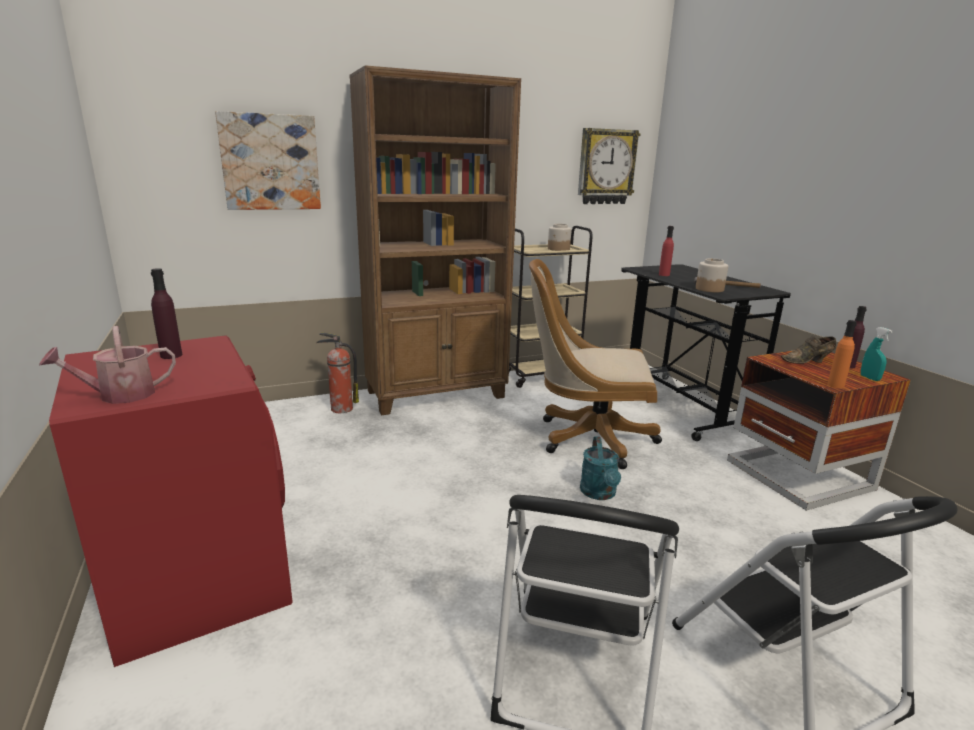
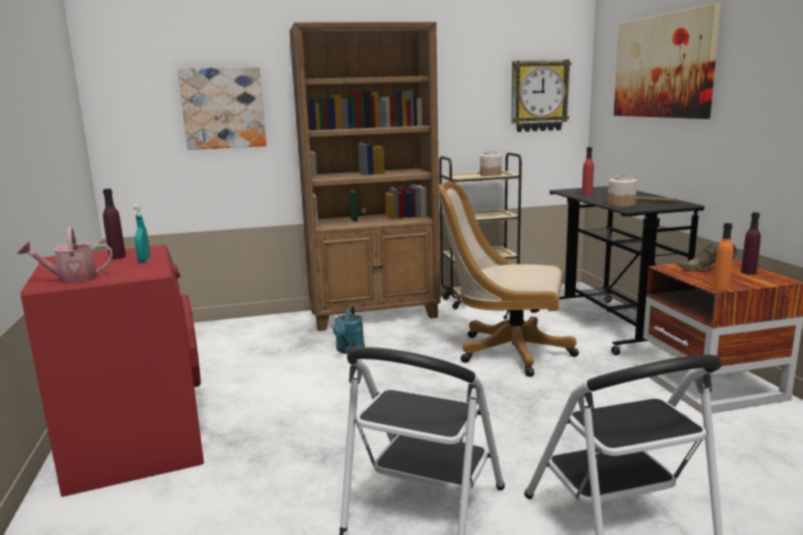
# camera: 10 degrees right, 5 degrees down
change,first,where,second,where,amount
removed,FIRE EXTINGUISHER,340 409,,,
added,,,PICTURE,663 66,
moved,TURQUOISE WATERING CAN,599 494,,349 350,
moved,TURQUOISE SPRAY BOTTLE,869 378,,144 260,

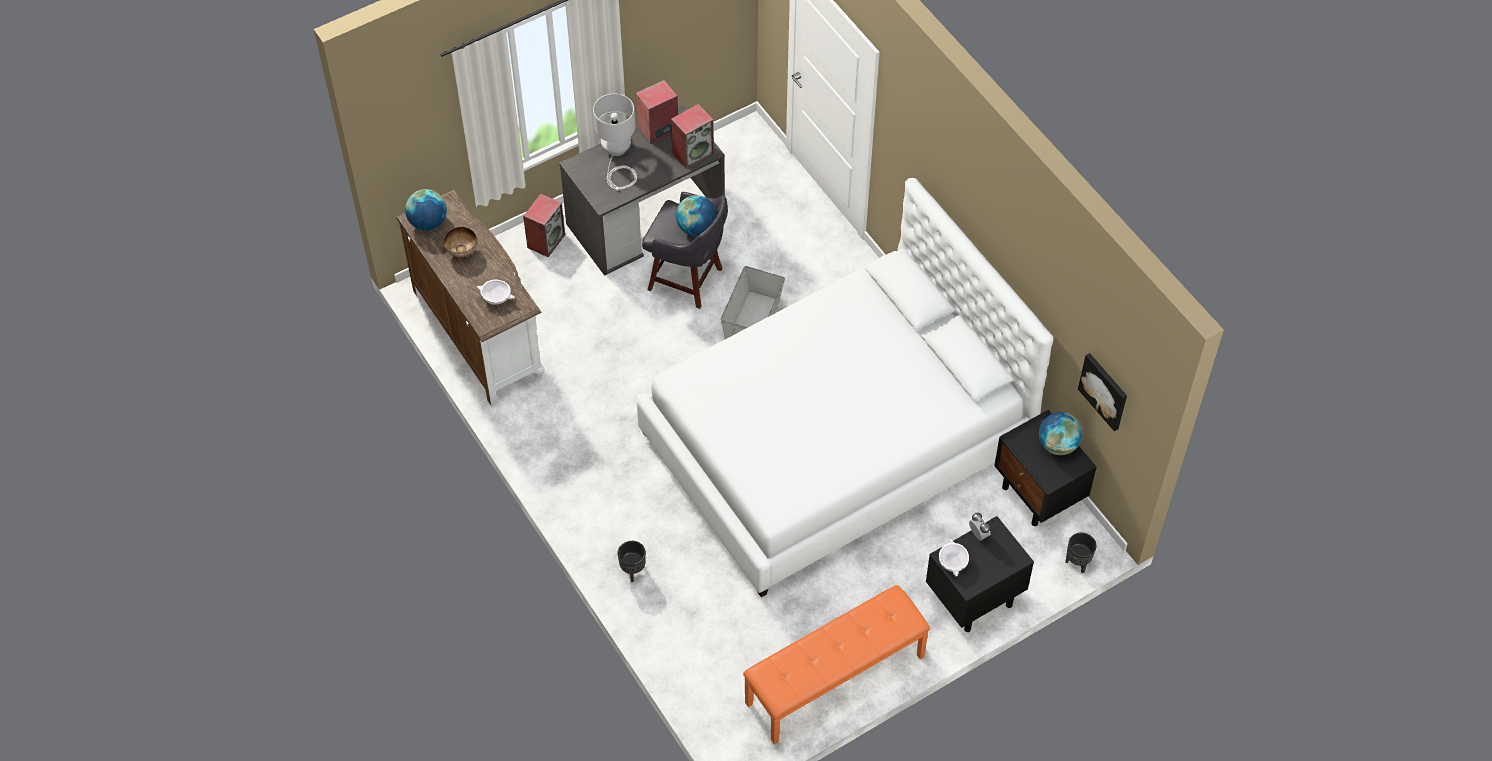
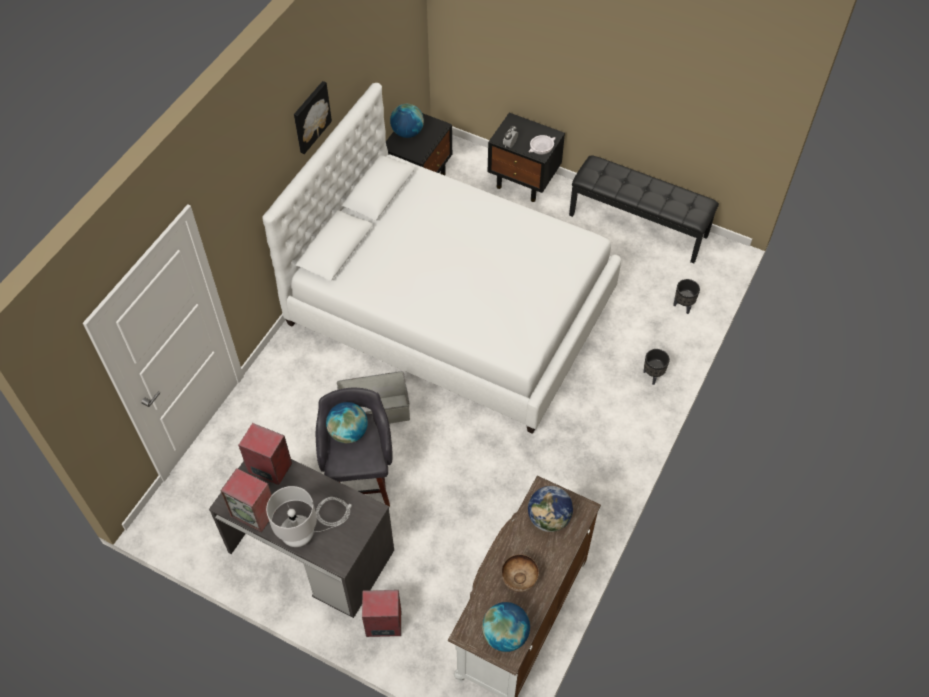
# camera: 120 degrees left, 0 degrees up
change,first,where,second,where,amount
moved,BLACK PLANTER,1077 563,,683 306,
moved,PICTURE,1104 390,,310 116,
replaced,WHITE BOWL,496 297,GLOBE,549 518,
recoloured,ORANGE BENCH,835 680,BLACK BENCH,638 225,

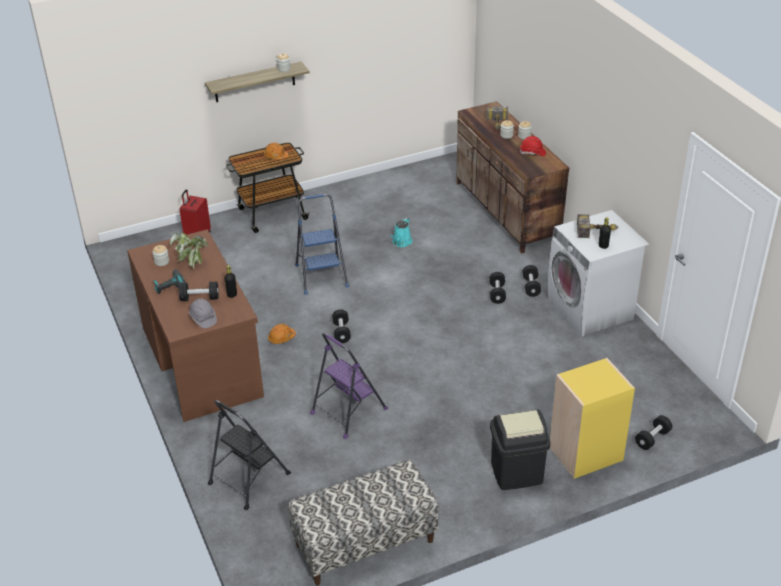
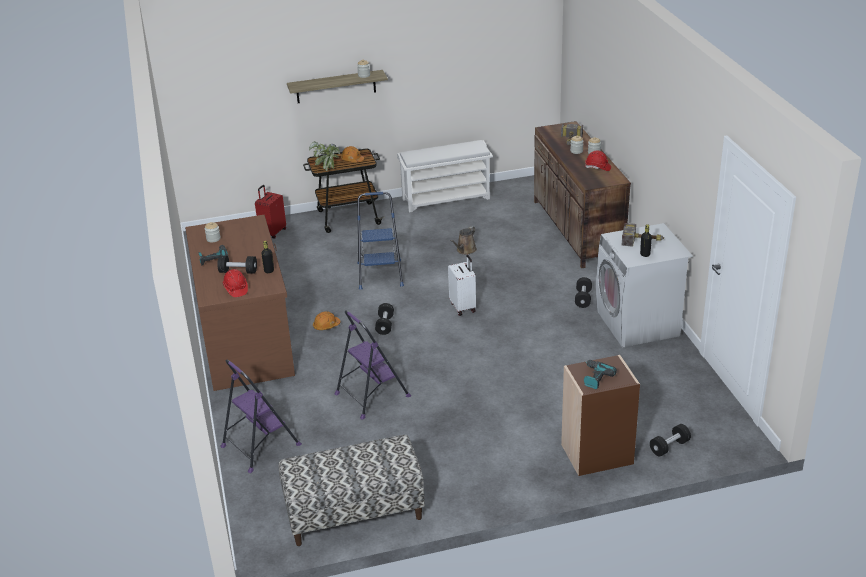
# camera: 10 degrees right, 5 degrees down
change,first,where,second,where,amount
removed,BLACK DUMBBELL,497 293,,,
removed,BLACK TRASH CAN,516 473,,,
added,,,WHITE SHOE RACK,446 198,
added,,,WHITE SUITCASE,463 307,
added,,,POWER DRILL,595 377,
moved,POTTED PLANT,192 260,,327 167,
recoloured,GREY HARD HAT,203 318,RED HARD HAT,235 289,
recoloured,BLACK STEP LADDER,247 479,PURPLE STEP LADDER,258 446,
recoloured,TURQUOISE WATERING CAN,401 242,BROWN WATERING CAN,465 250,
recoloured,YELLOW BOOKCASE,585 454,BROWN BOOKCASE,596 455,

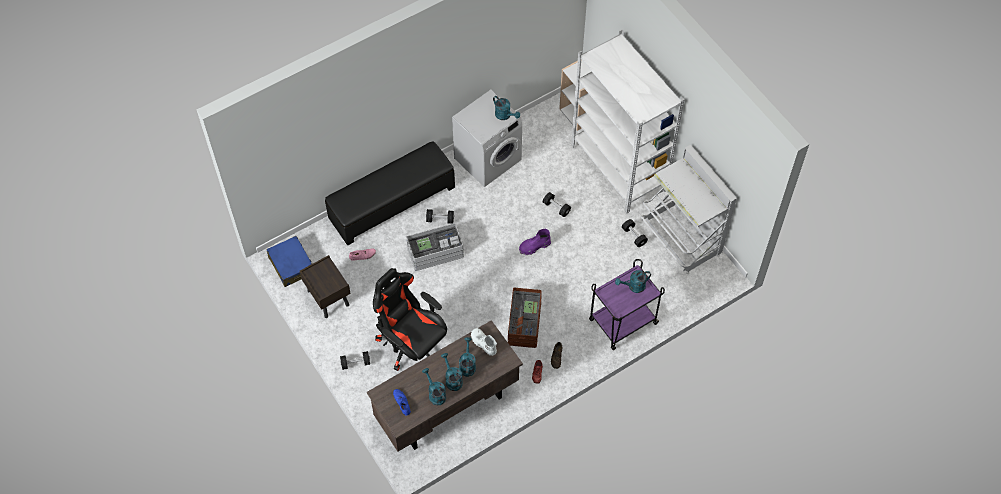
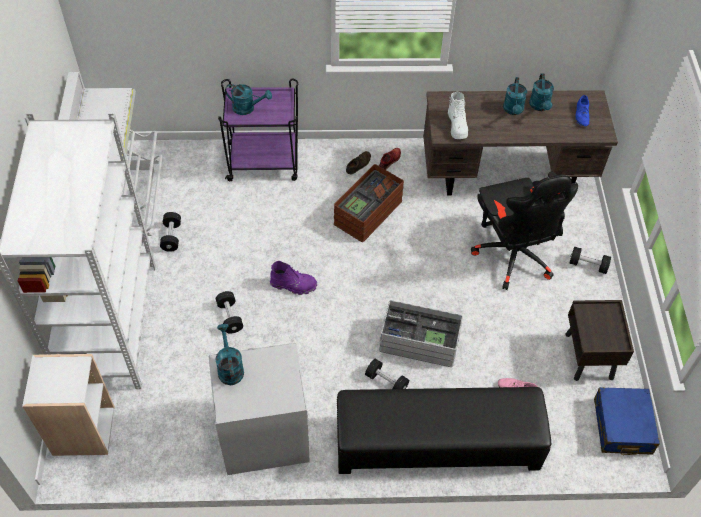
# camera: 150 degrees left, 5 degrees down
change,first,where,second,where,amount
removed,TURQUOISE WATERING CAN,467 365,,,

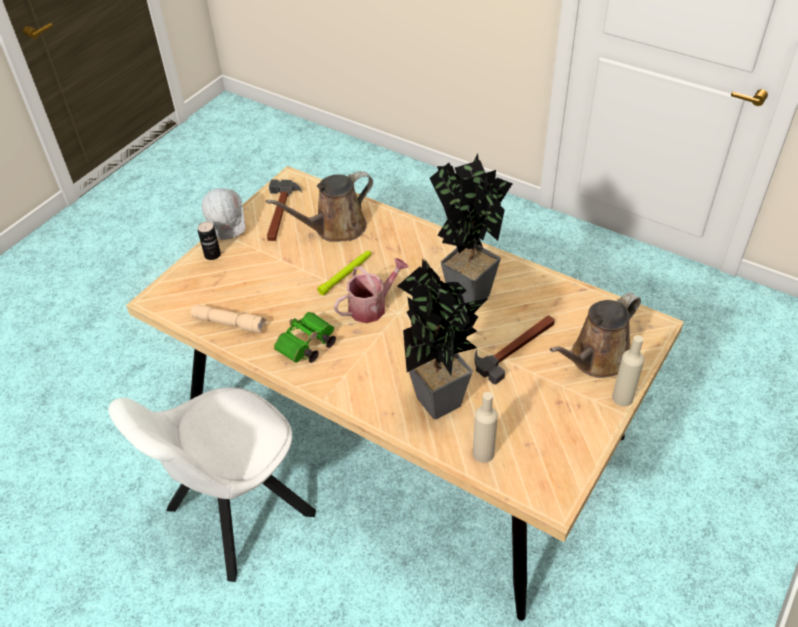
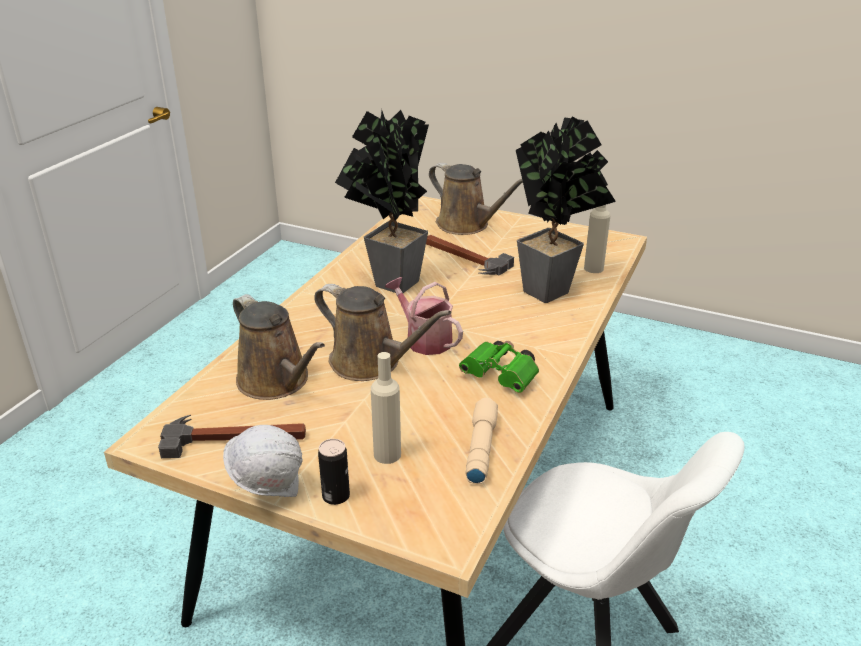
# camera: 100 degrees left, 15 degrees down
change,first,where,second,where,amount
moved,BEIGE BOTTLE,622 398,,387 454,
replaced,GREEN FLASHLIGHT,346 274,BROWN WATERING CAN,370 363,

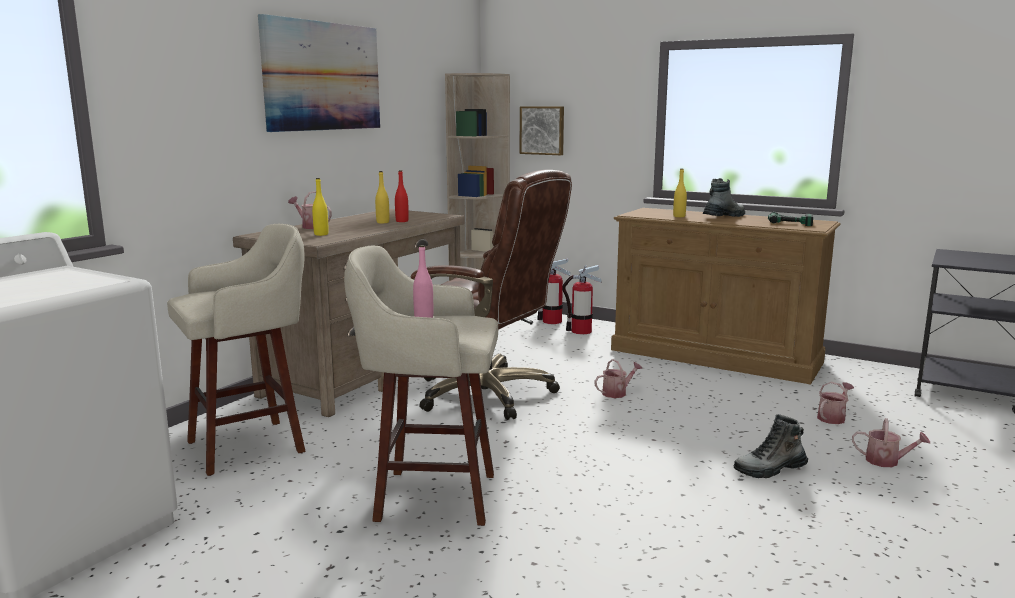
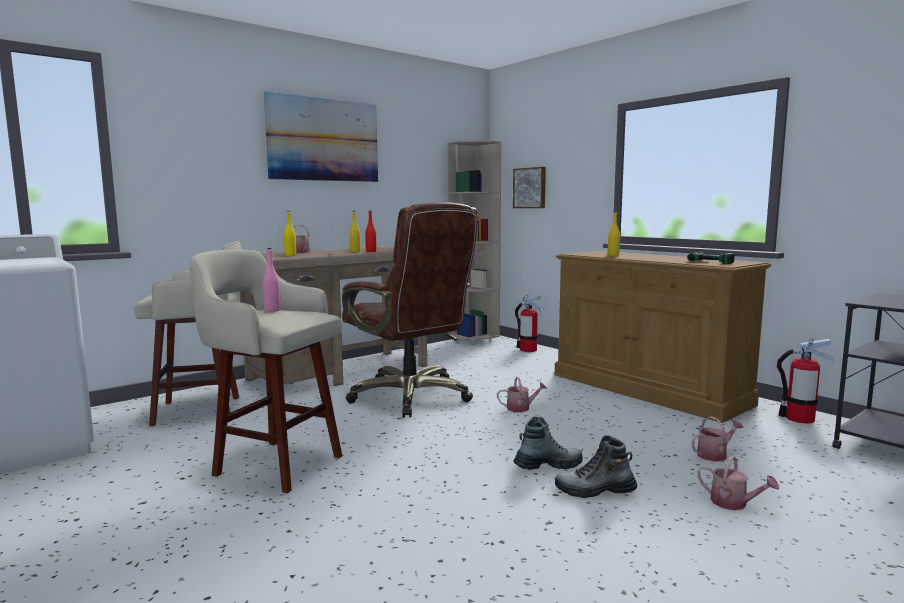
# camera: 20 degrees right, 5 degrees down
change,first,where,second,where,amount
moved,FIRE EXTINGUISHER,581 331,,799 419,
moved,BOOT,723 217,,548 466,

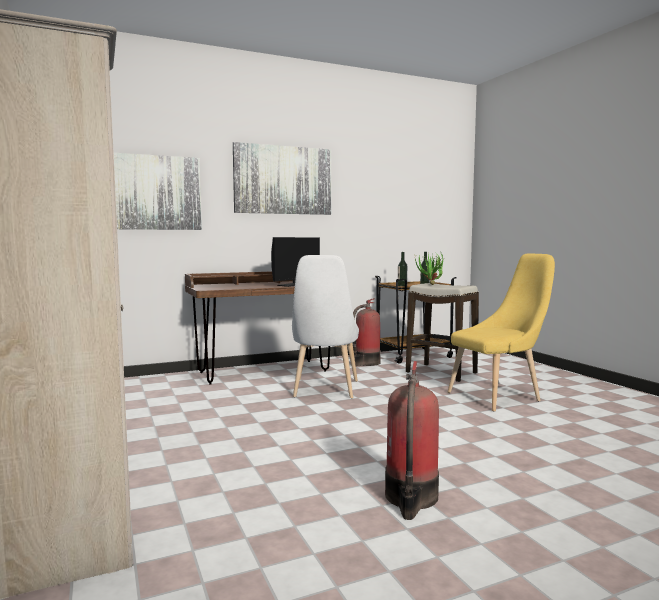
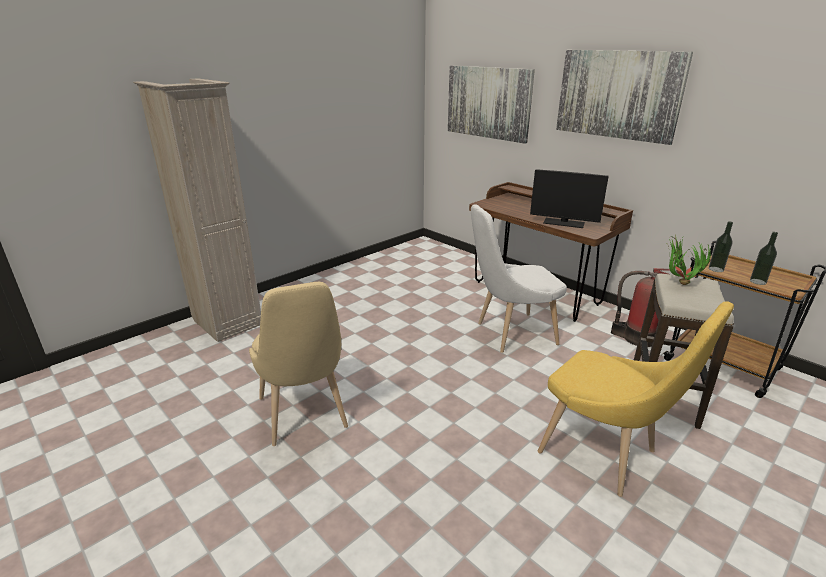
# camera: 70 degrees right, 20 degrees up
change,first,where,second,where,amount
replaced,FIRE EXTINGUISHER,411 498,BEIGE CHAIR,305 416,

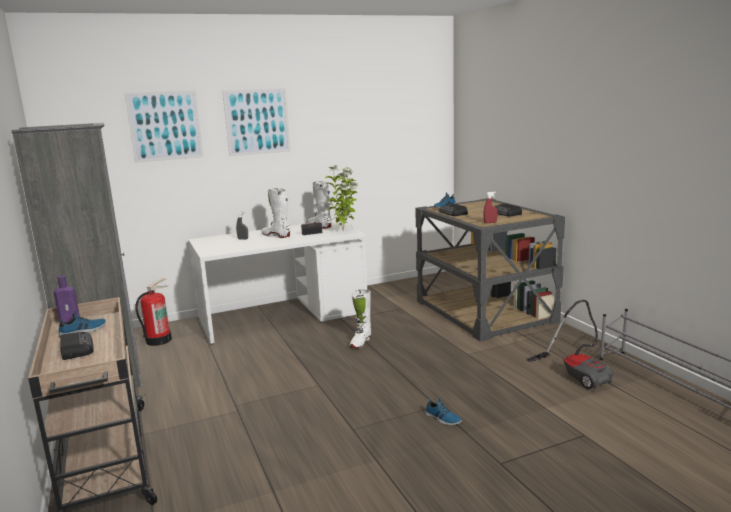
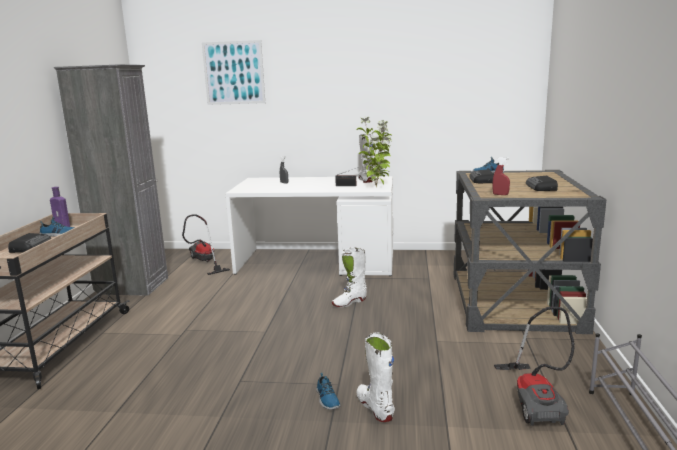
# camera: 30 degrees right, 0 degrees up
change,first,where,second,where,amount
removed,PICTURE,257 122,,,
moved,WHITE BOOT,276 236,,375 408,
replaced,FIRE EXTINGUISHER,158 340,VACUUM CLEANER,204 262,

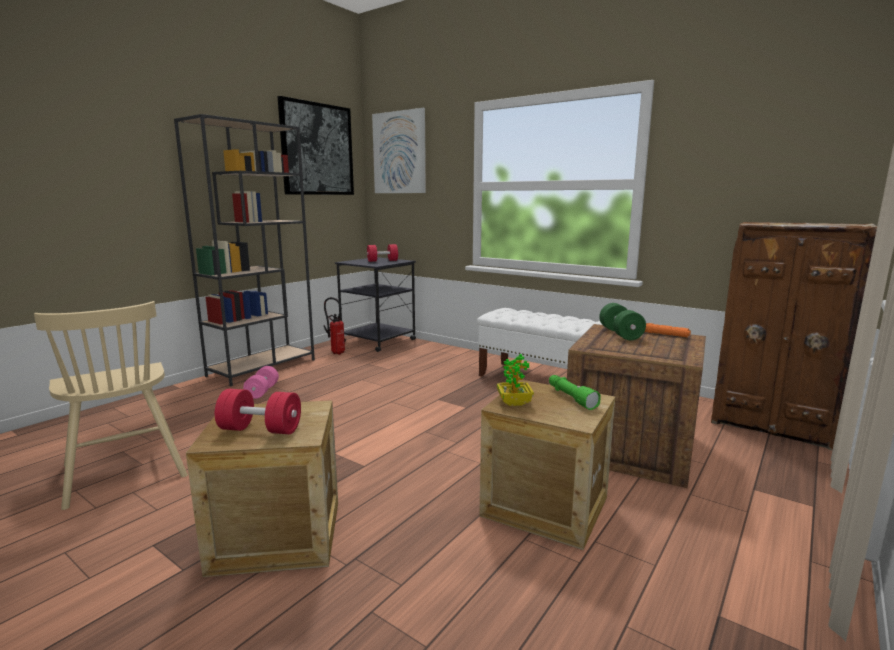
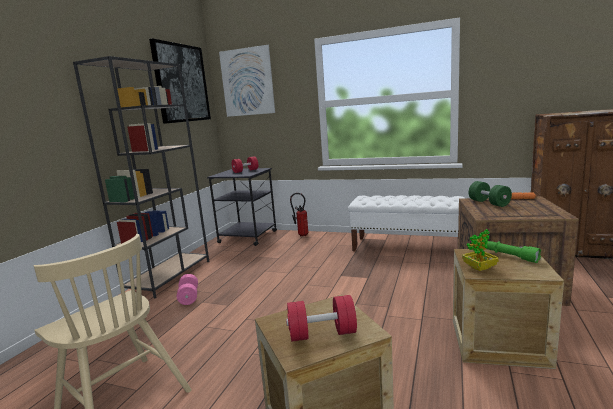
# camera: 15 degrees left, 0 degrees up
change,first,where,second,where,amount
moved,FIRE EXTINGUISHER,336 352,,301 235,

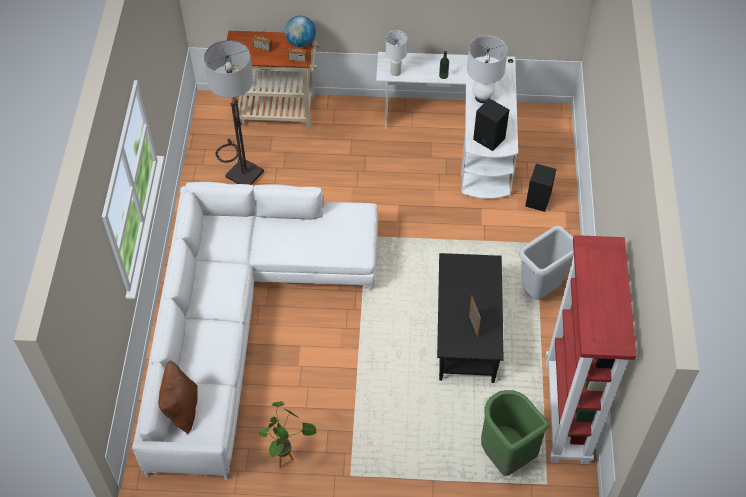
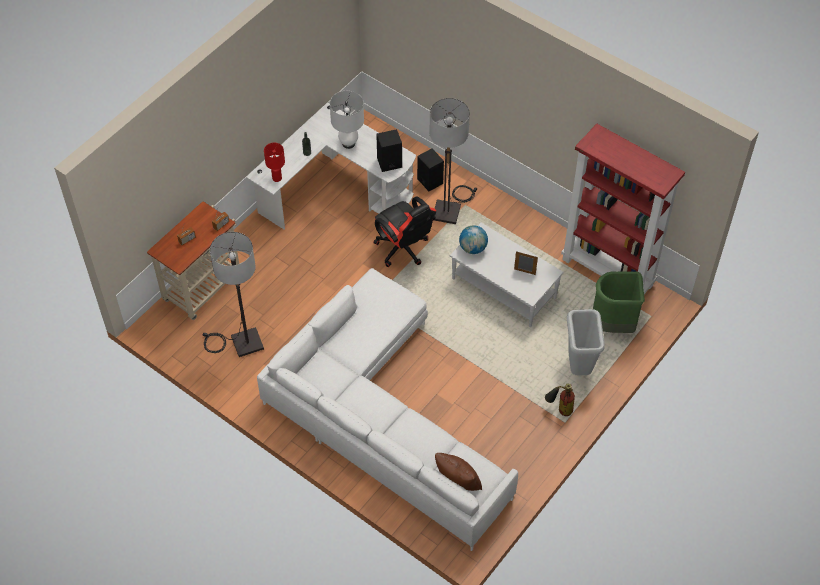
# camera: 55 degrees left, 0 degrees up
change,first,where,second,where,amount
removed,POTTED PLANT,287 456,,,
added,,,BLACK OFFICE CHAIR,404 251,
added,,,FLOOR LAMP,451 207,
added,,,FIRE EXTINGUISHER,559 409,
moved,GLOBE,301 42,,473 248,
moved,GREY TRASH CAN,540 292,,579 367,
recoloured,WHITE TABLE LAMP,396 72,RED TABLE LAMP,277 178,
recoloured,BLACK COFFEE TABLE,466 330,WHITE COFFEE TABLE,503 288,

